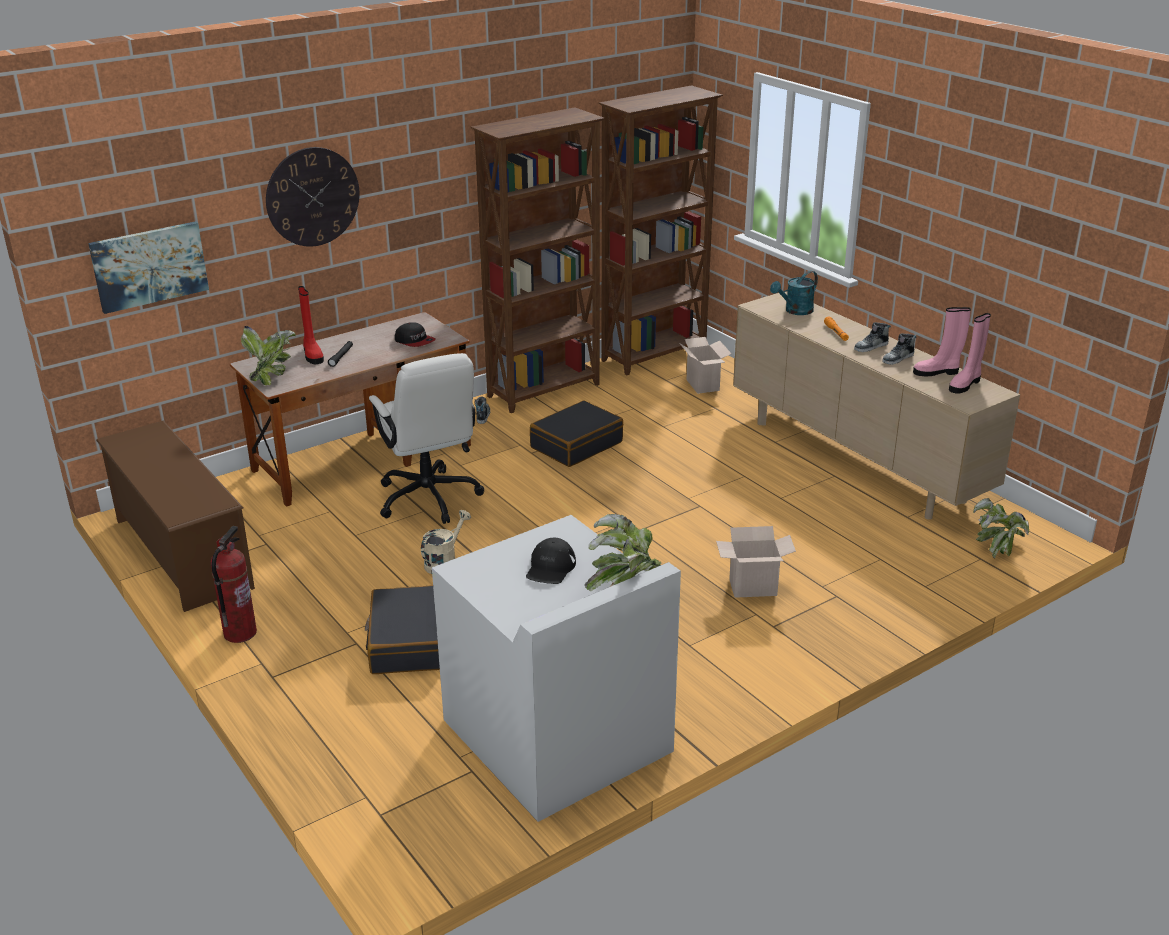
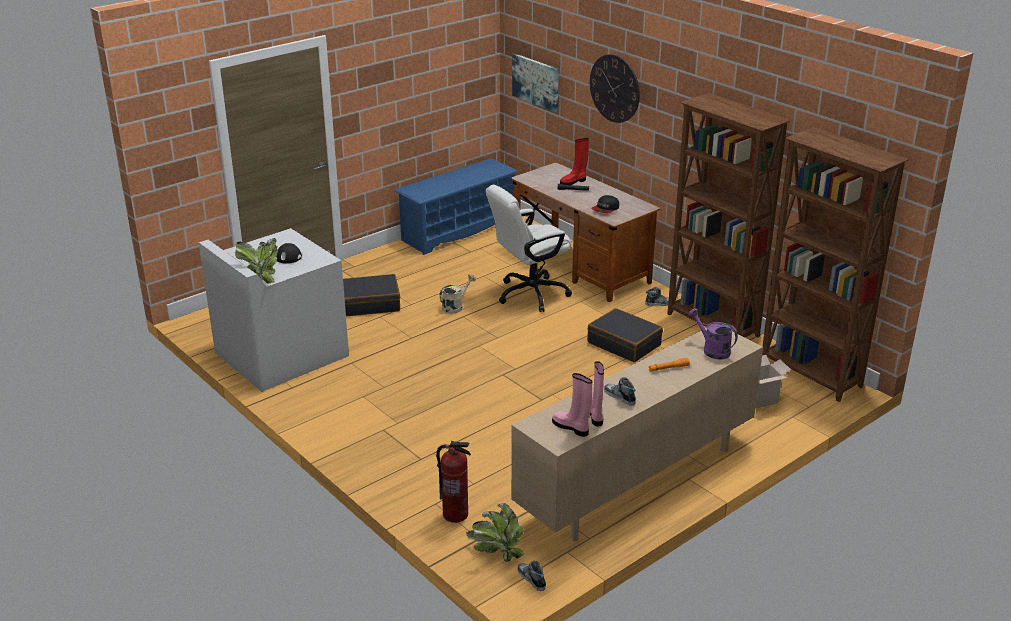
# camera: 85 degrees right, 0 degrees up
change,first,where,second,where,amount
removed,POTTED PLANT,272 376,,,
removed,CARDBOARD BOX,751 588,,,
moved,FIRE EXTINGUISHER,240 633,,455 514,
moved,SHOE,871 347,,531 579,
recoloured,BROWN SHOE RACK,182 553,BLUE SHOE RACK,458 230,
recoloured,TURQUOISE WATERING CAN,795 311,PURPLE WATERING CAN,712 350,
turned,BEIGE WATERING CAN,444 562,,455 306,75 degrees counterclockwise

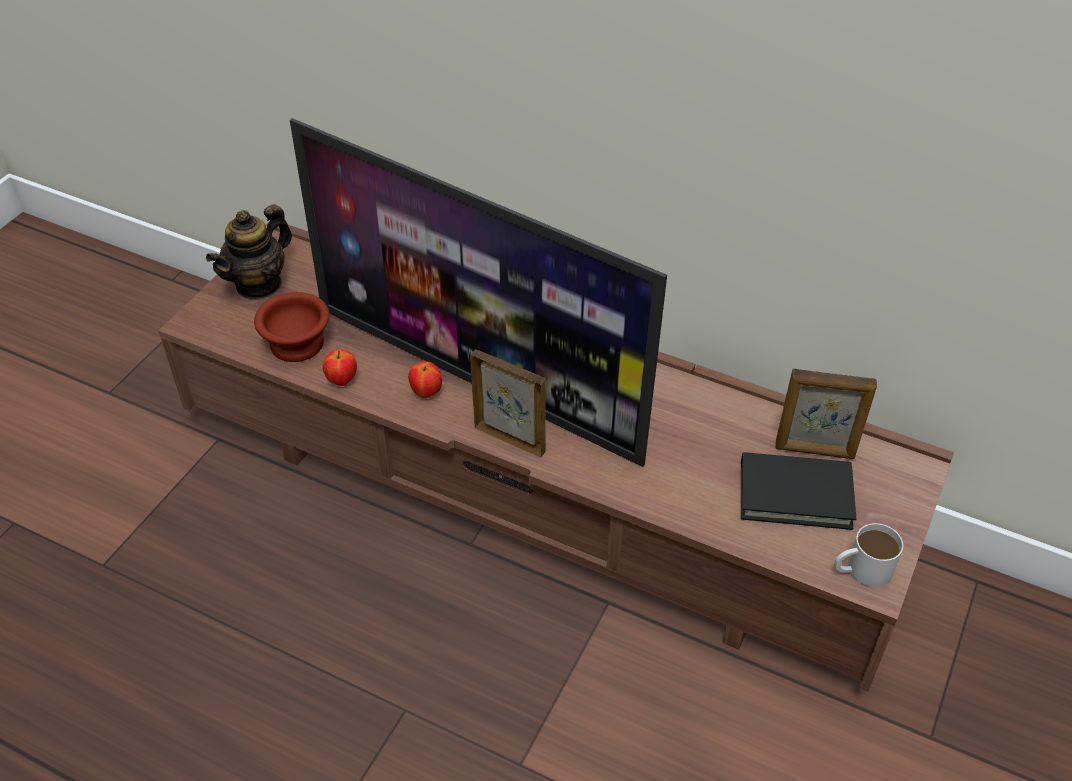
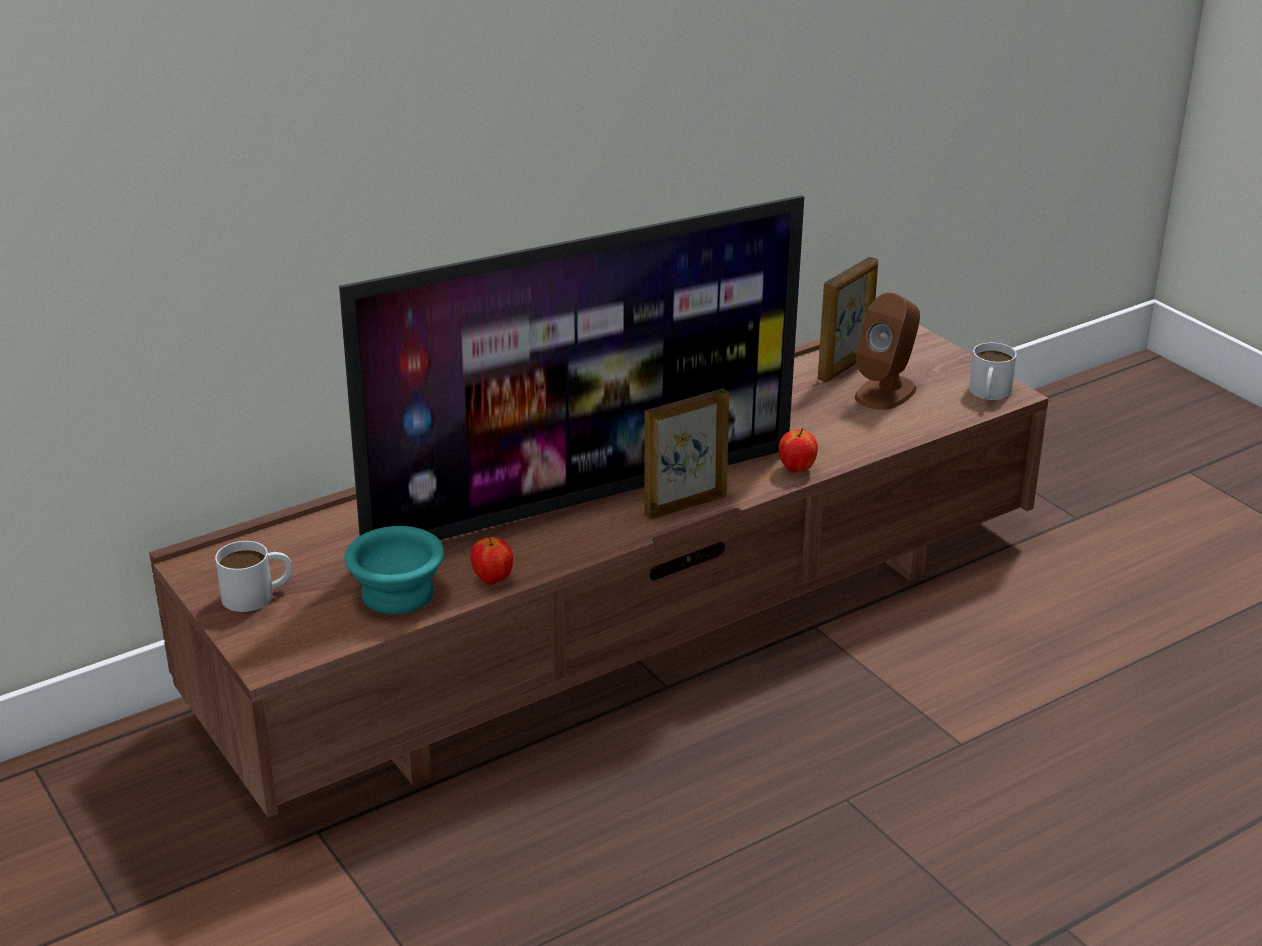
# camera: 60 degrees left, 15 degrees down
change,first,where,second,where,amount
moved,APPLE,426 392,,796 469,
replaced,TEAPOT,259 284,WHITE MUG,258 594,
replaced,BLACK BOOK,795 494,BROWN SPEAKER,886 392,
recoloured,BROWN BOWL,295 345,TURQUOISE BOWL,397 596,

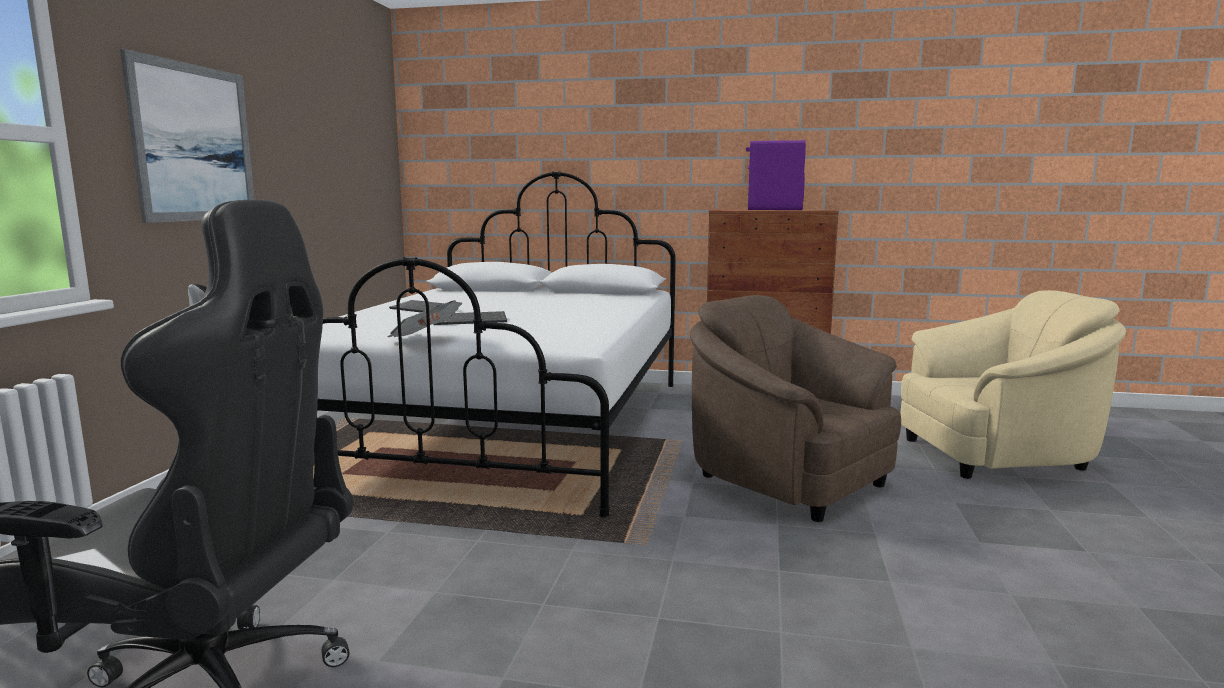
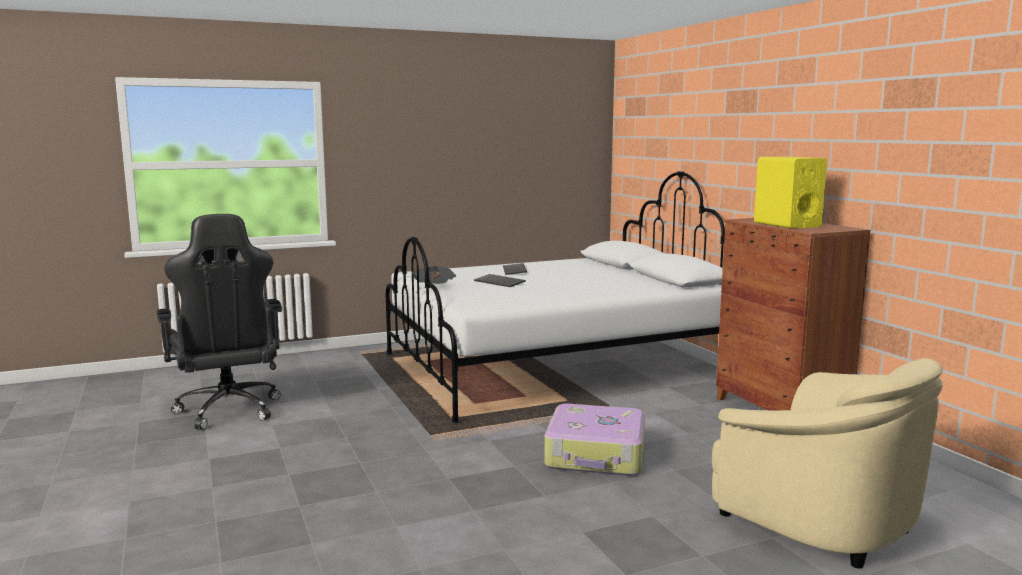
# camera: 55 degrees right, 0 degrees up
change,first,where,second,where,amount
removed,PICTURE,194 143,,,
replaced,BROWN ARMCHAIR,787 481,SUITCASE,596 455,
recoloured,PURPLE SPEAKER,774 209,YELLOW SPEAKER,786 224,

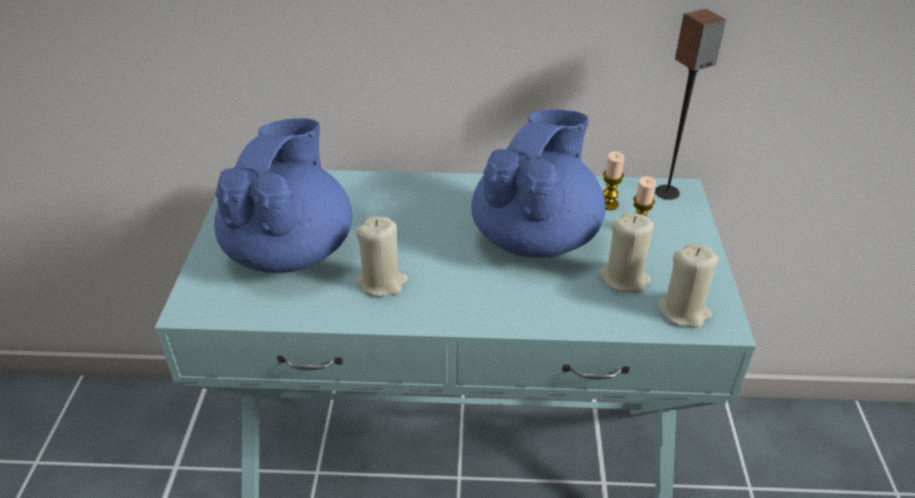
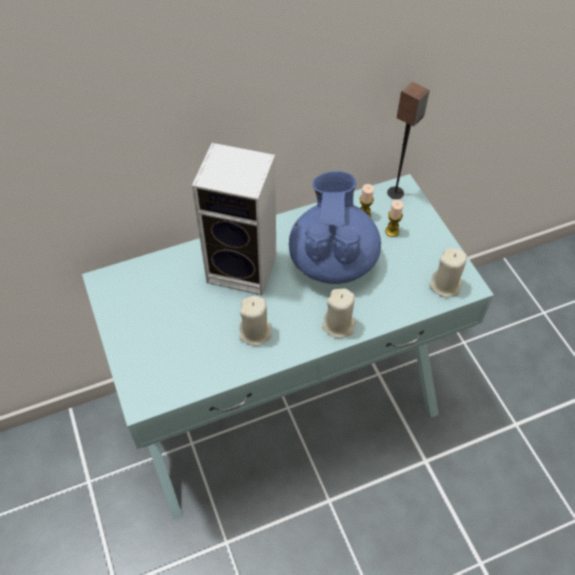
# camera: 25 degrees left, 15 degrees up
change,first,where,second,where,amount
removed,BLUE TEAPOT,291 250,,,
added,,,SPEAKER,245 267,
moved,BEIGE CANDLE,624 278,,339 325,

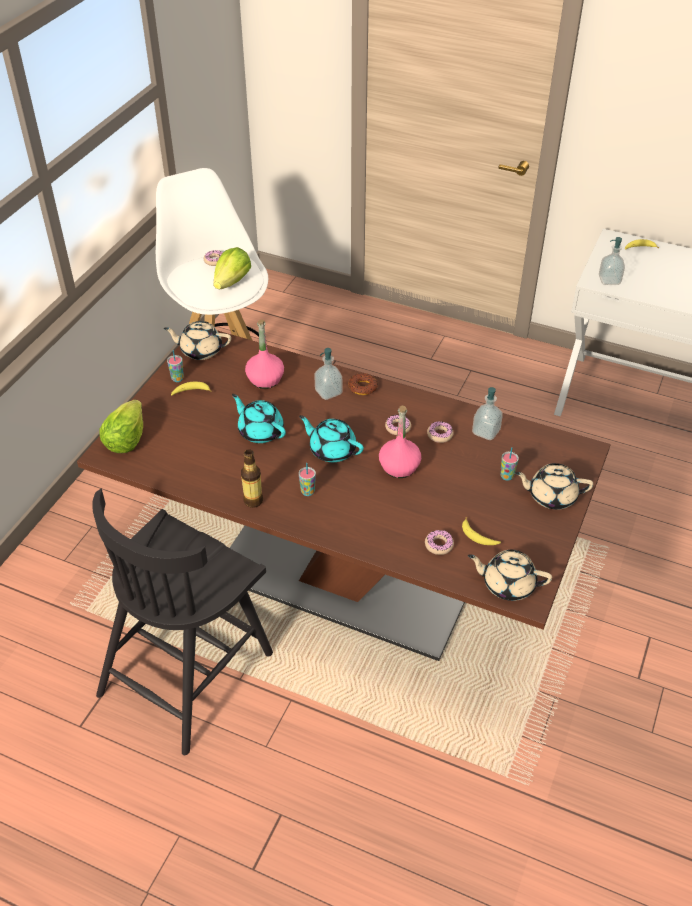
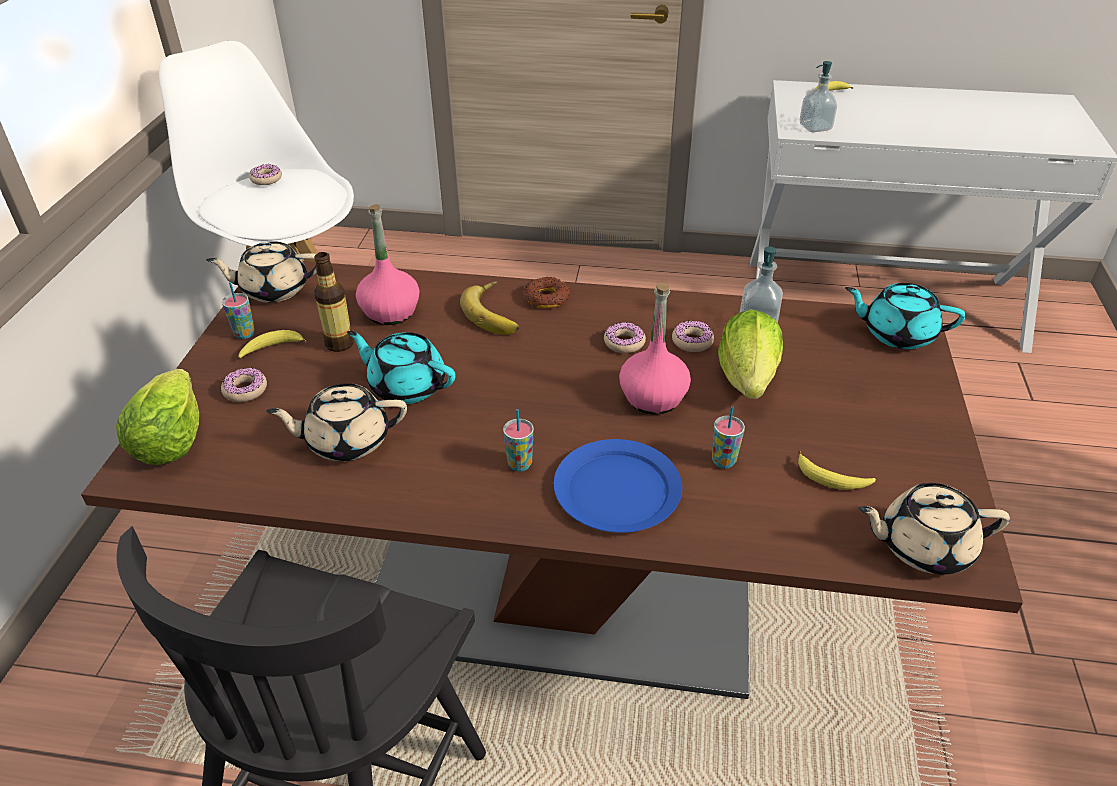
# camera: 15 degrees left, 5 degrees down
change,first,where,second,where,amount
added,,,BLUE PLATE,618 490,
moved,LETTUCE,232 282,,748 378,
moved,BOTTLE,253 501,,339 343,
moved,TURQUOISE TEAPOT,332 450,,897 333,
moved,DONUT,439 545,,245 390,
moved,CUP,507 476,,723 461,
moved,BEIGE TEAPOT,551 496,,346 441,
replaced,SOAP DISPENSER,328 392,BANANA,496 313,

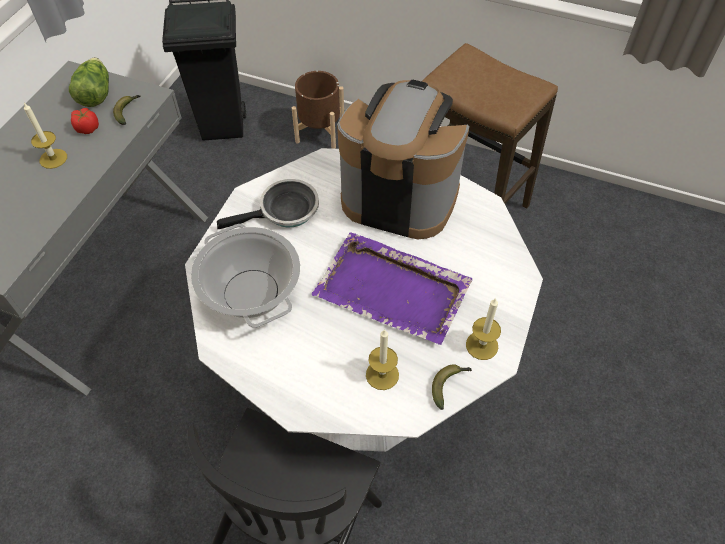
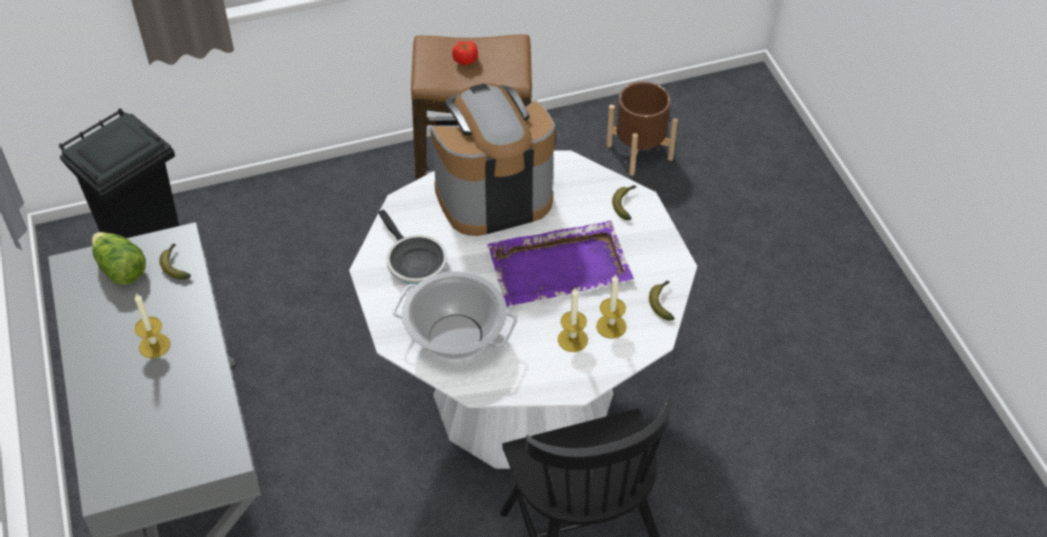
# camera: 40 degrees left, 5 degrees down
change,first,where,second,where,amount
added,,,BANANA,625 204,
moved,TOMATO,87 128,,465 60,
moved,BROWN PLANTER,320 131,,639 151,
moved,CANDLE,482 345,,572 339,
turned,FRYING PAN,284 211,,413 262,120 degrees clockwise

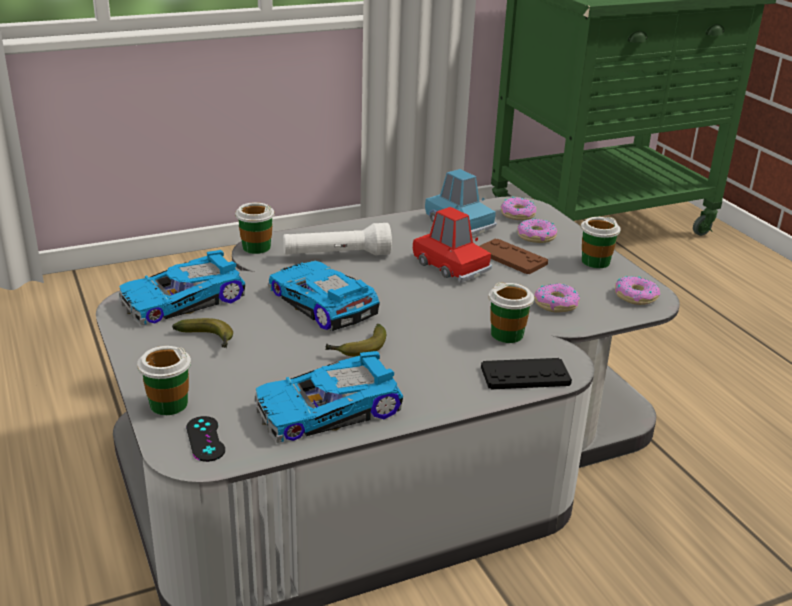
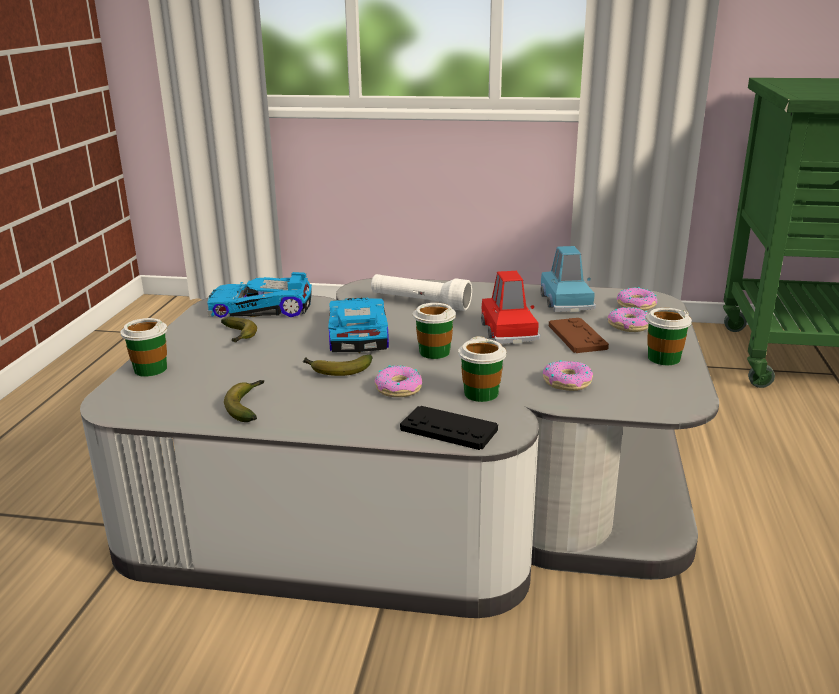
# camera: 35 degrees right, 5 degrees down
change,first,where,second,where,amount
removed,BLACK GAME CONTROLLER,205 439,,,
moved,CUP,256 247,,434 352,
moved,DONUT,635 296,,399 388,
replaced,TOY CAR,329 411,BANANA,247 406,

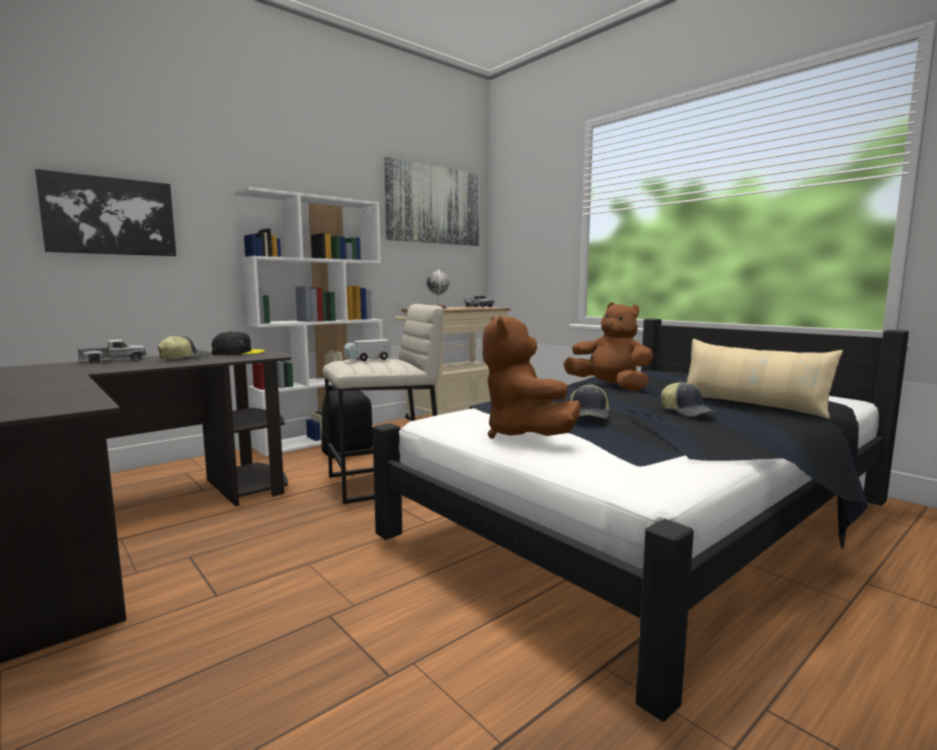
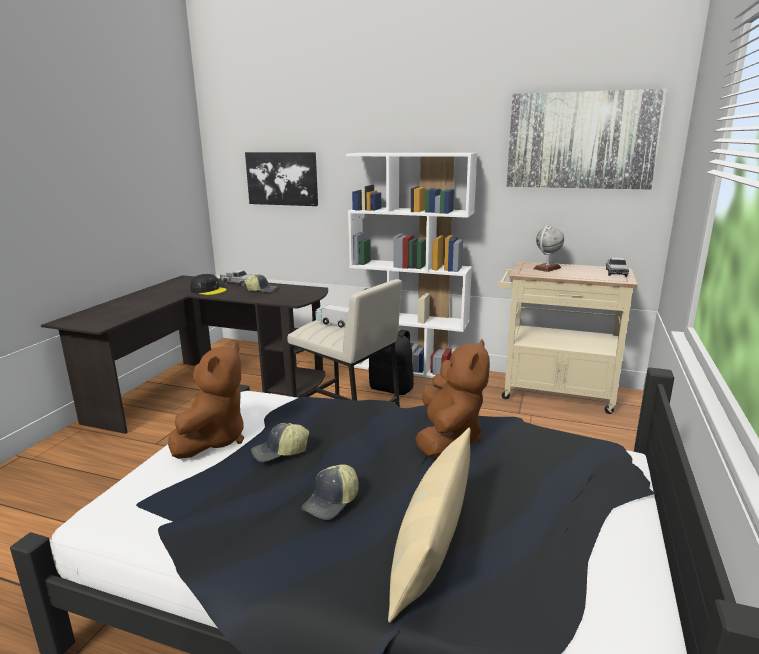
# camera: 60 degrees right, 10 degrees up
change,first,where,second,where,amount
moved,BLACK CAP,237 353,,208 290,
turned,BROWN PLUSH TOY,524 435,,213 440,150 degrees clockwise

